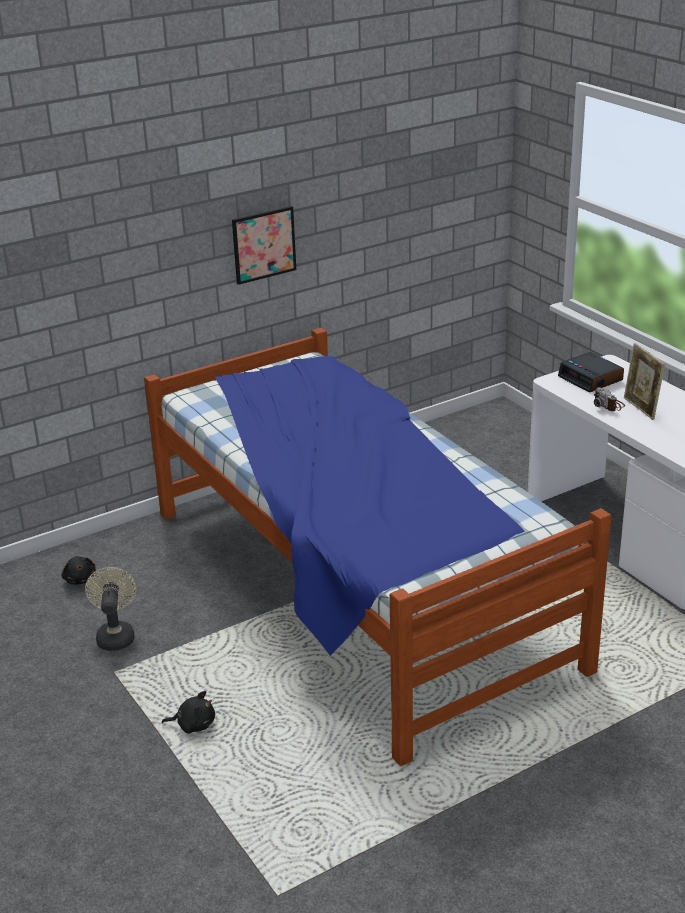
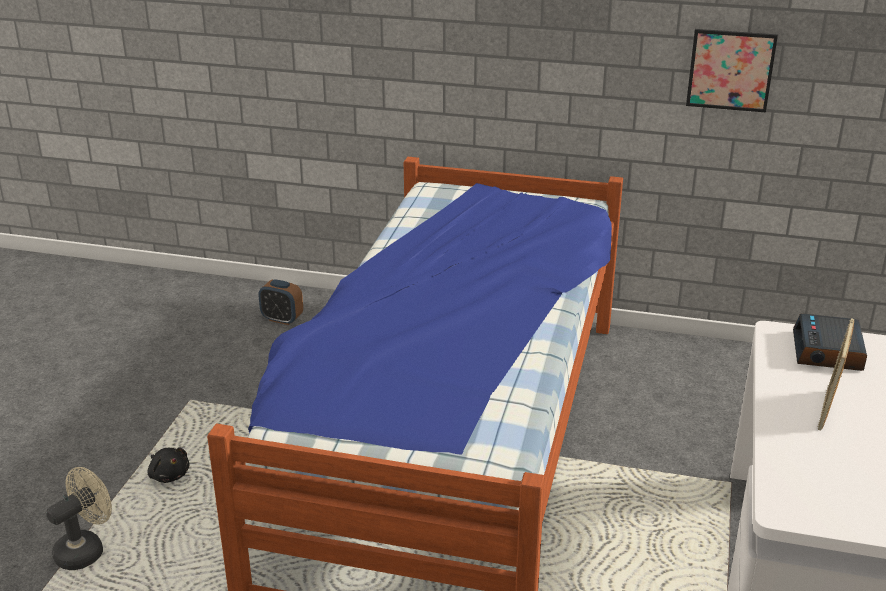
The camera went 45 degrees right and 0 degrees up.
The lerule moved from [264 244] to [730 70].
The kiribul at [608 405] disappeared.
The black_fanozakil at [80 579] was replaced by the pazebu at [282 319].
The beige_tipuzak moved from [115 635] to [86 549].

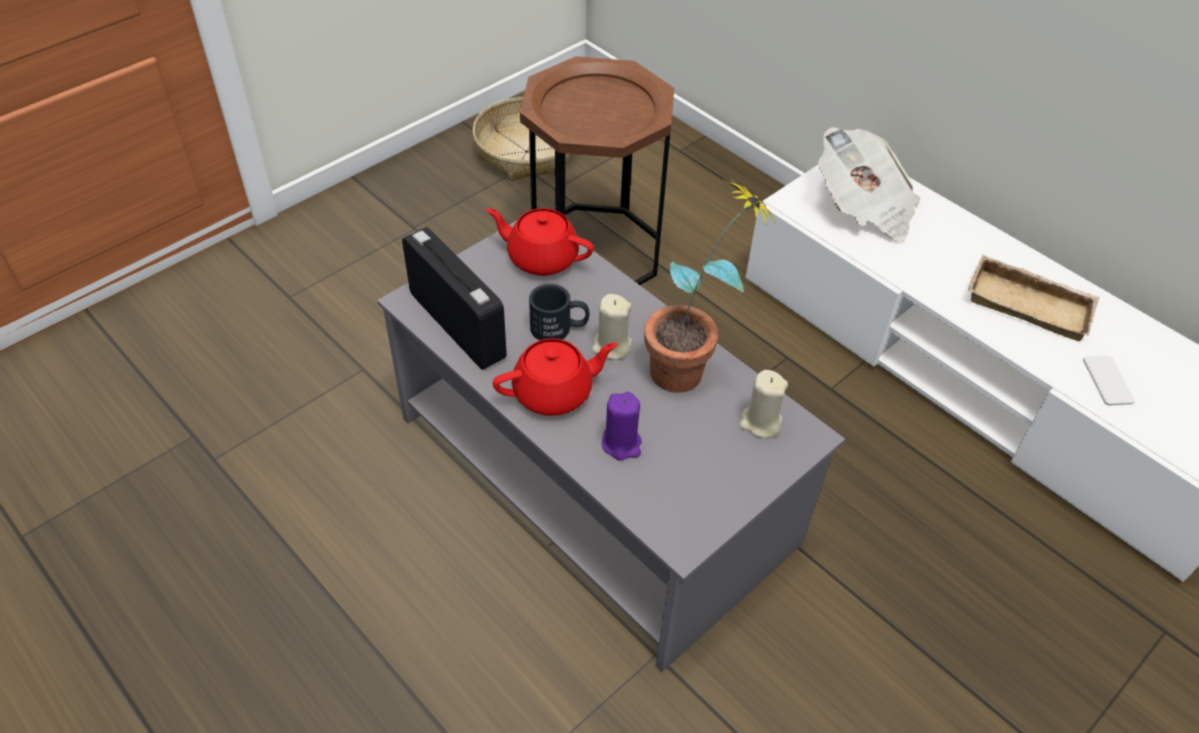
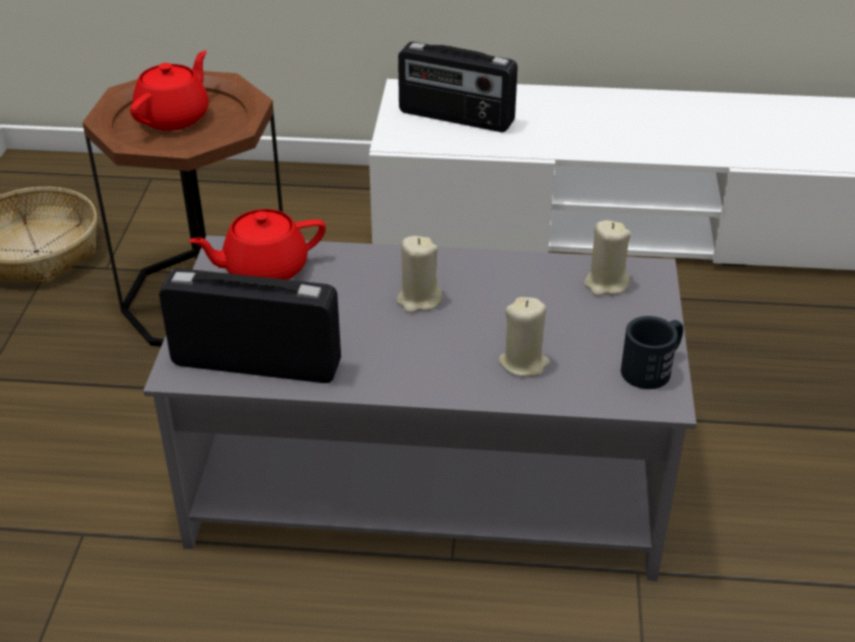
The camera went 40 degrees left and 10 degrees down.
The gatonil at [863 208] was replaced by the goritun at [455 118].
The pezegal at [692 368] disappeared.
The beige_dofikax at [1030 303] disappeared.
The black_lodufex moved from [559 328] to [653 367].
The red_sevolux moved from [554 392] to [174 117].
The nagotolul at [1107 381] disappeared.
The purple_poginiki at [621 443] became the beige_poginiki at [524 363].

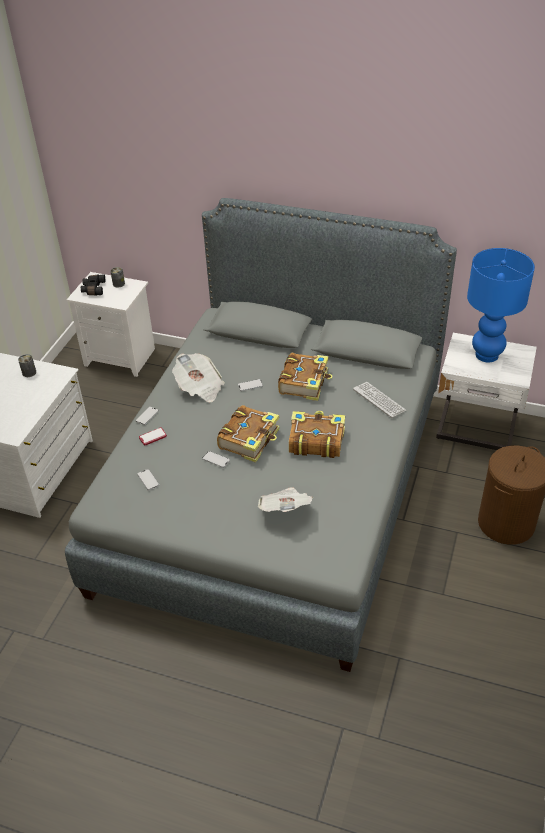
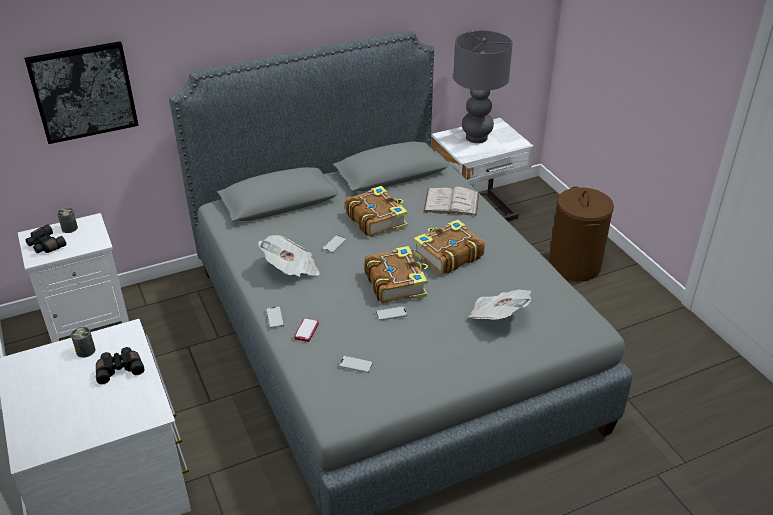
The camera went 45 degrees left and 5 degrees down.
The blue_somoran at [487 355] became the grey_somoran at [476 137].
The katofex at [379 400] was replaced by the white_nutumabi at [451 202].
The lerule at [83 92] appeared.
The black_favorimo at [119 369] appeared.

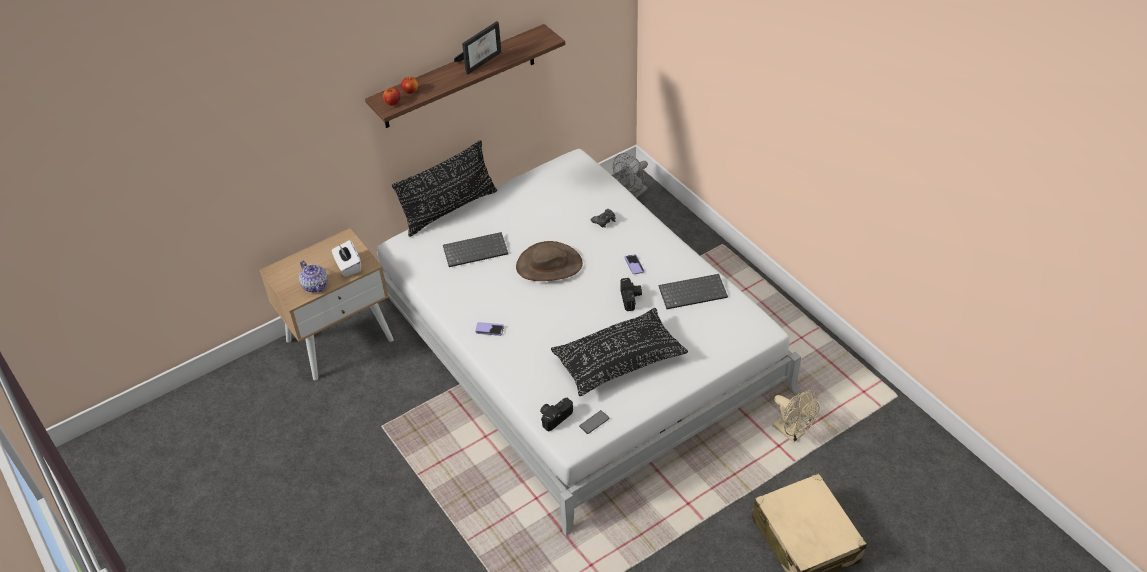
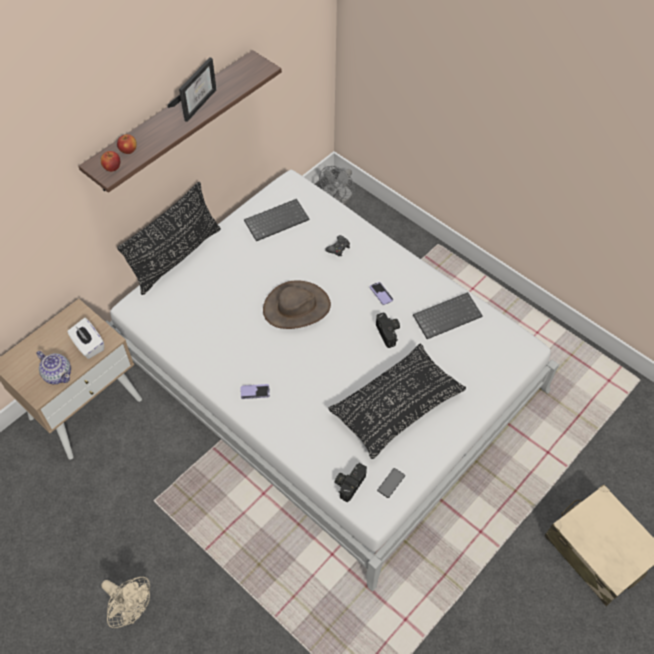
The camera went 15 degrees left and 10 degrees up.
The katofex moved from [476 250] to [277 220].
The beige_tipuzak moved from [792 433] to [132 610].

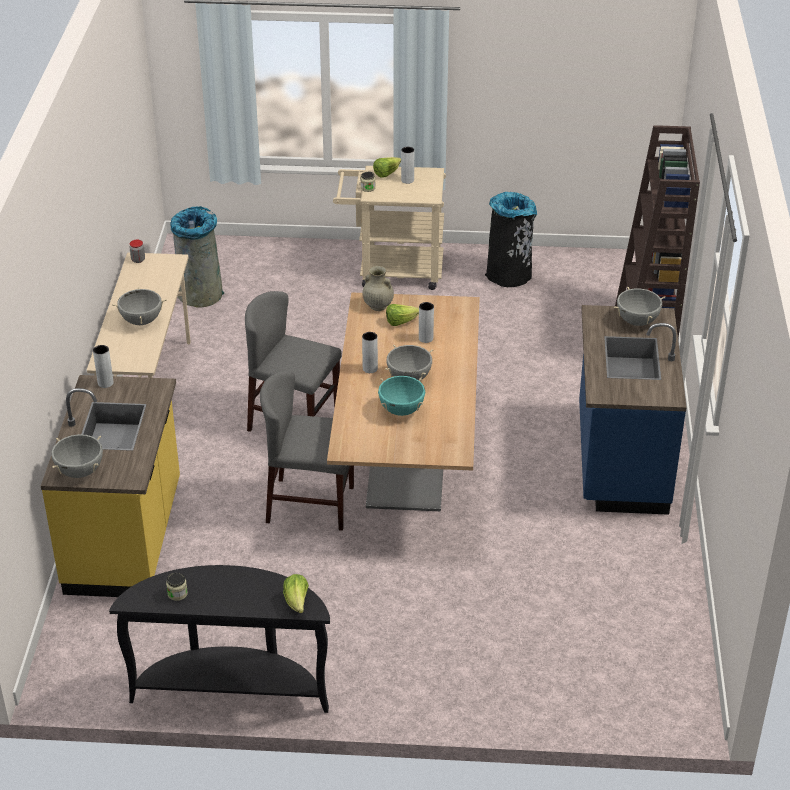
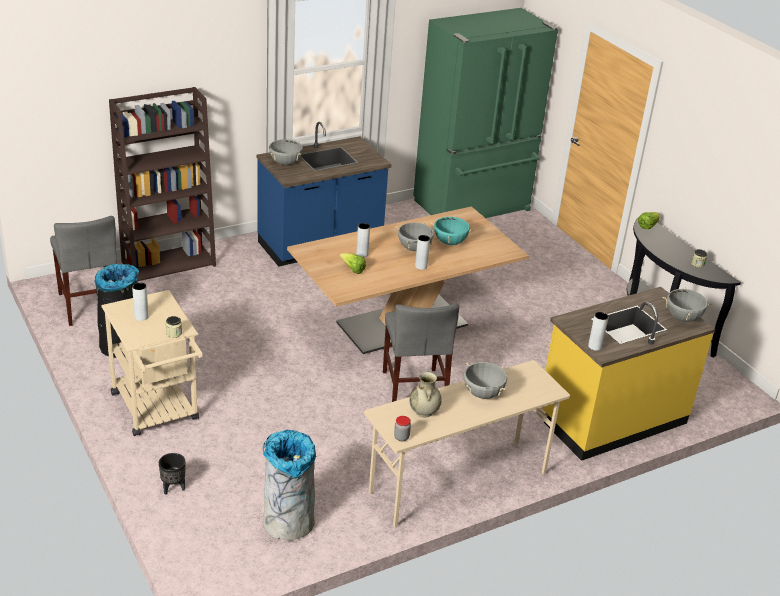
The camera went 125 degrees left and 5 degrees down.
The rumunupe at [386 173] disappeared.
The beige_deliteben moved from [377 306] to [424 412].
The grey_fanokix moved from [310 504] to [89 305].
The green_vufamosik at [473 206] appeared.
The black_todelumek at [173 488] appeared.

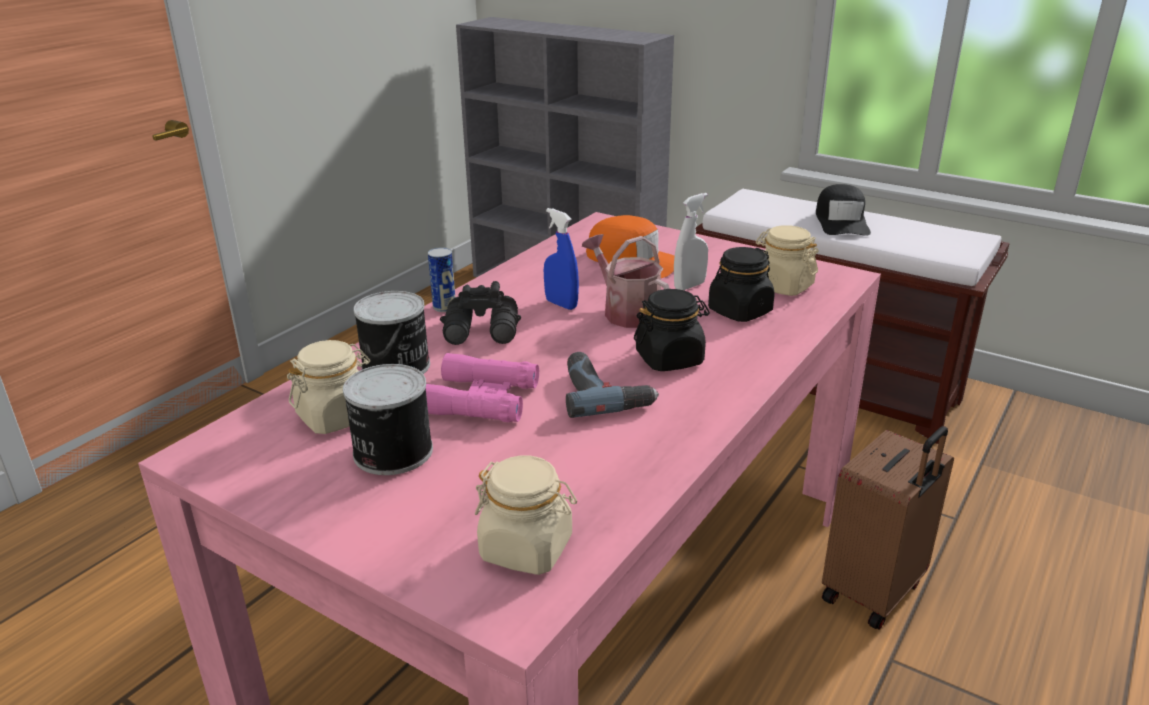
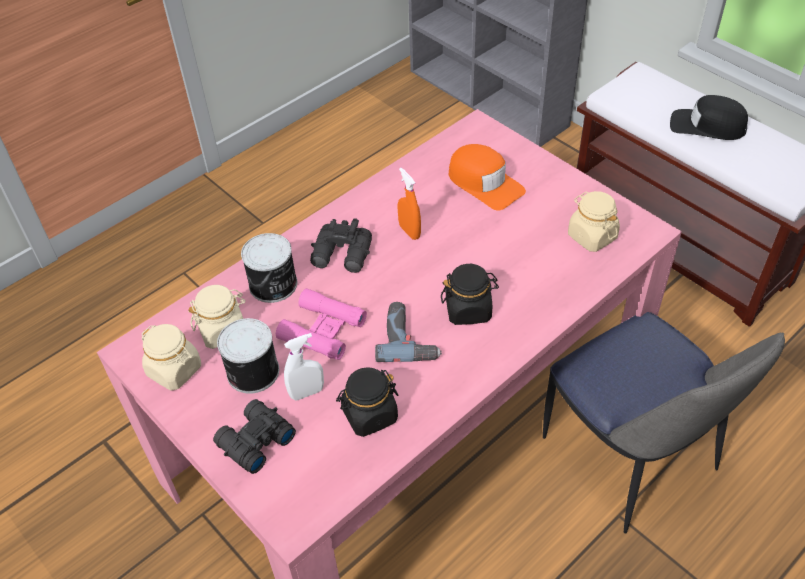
The camera went 15 degrees right and 20 degrees up.
The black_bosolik at [841 222] turned 90 degrees clockwise.
The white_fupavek moved from [689 286] to [307 392].
The blue_fupavek at [561 304] became the orange_fupavek at [409 231].
The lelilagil at [626 312] disappeared.
The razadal at [444 307] disappeared.
The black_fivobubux moved from [739 311] to [369 415].
The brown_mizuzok at [874 593] was replaced by the fanokix at [631 458].
The beige_fivobubux moved from [527 548] to [175 370].
The black_favorimo at [254 441] appeared.

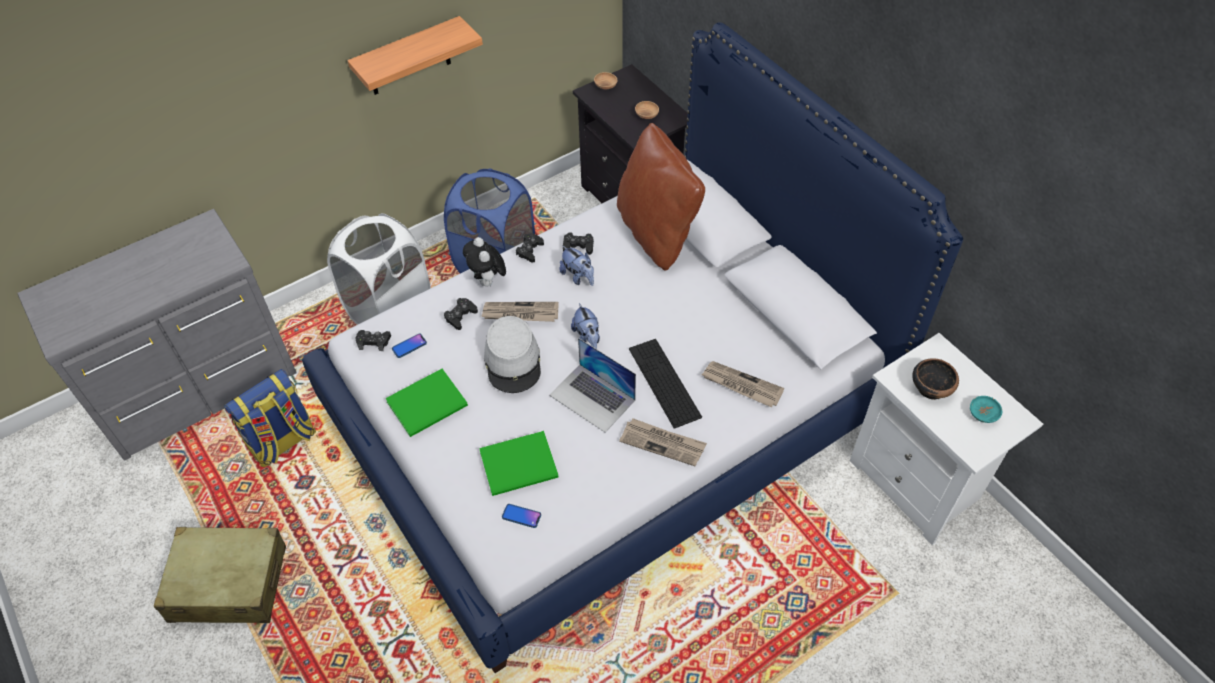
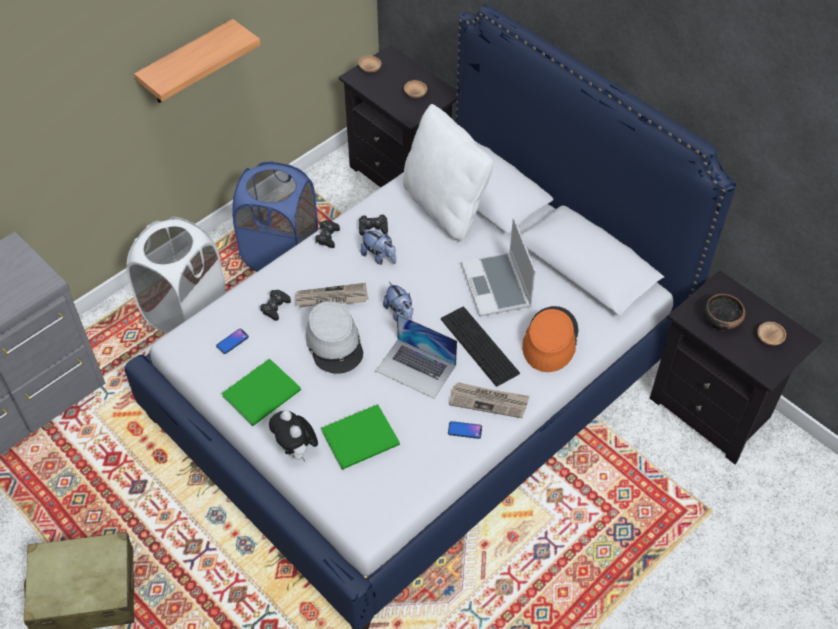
The camera went 10 degrees left and 0 degrees up.
The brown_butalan at [656 233] became the white_butalan at [444 207].
The fanozakil moved from [488 281] to [296 451].
The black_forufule at [374 342] disappeared.
The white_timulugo at [918 482] became the black_timulugo at [714 410].
The gatonil at [741 385] was replaced by the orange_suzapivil at [550 340].
The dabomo at [282 442] disappeared.
The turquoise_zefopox at [983 414] became the brown_zefopox at [769 338].
The nagotolul moved from [521 516] to [465 430].
The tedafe at [497 286] appeared.

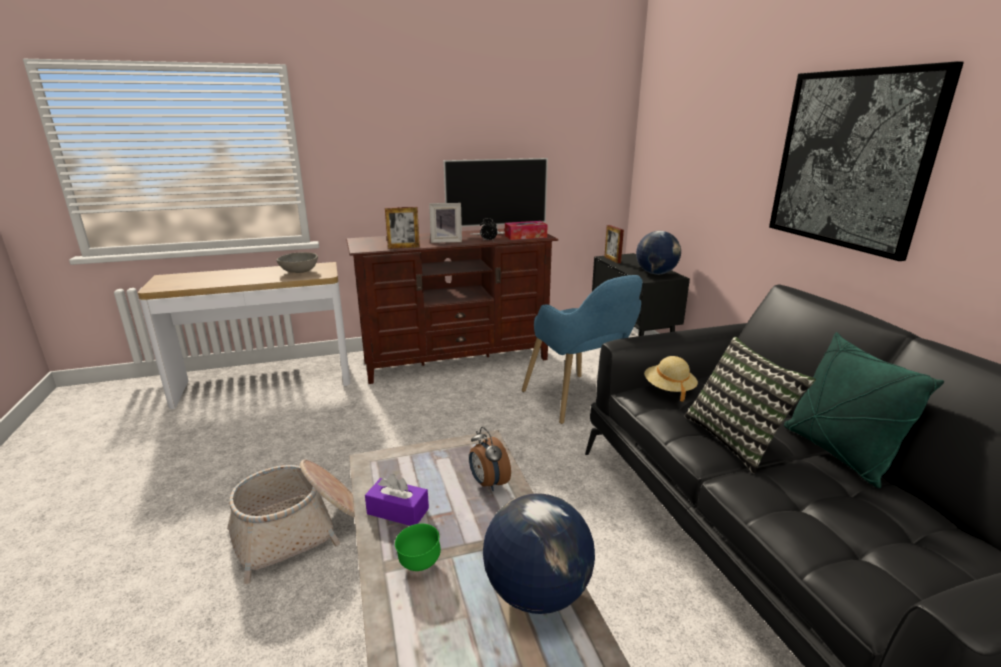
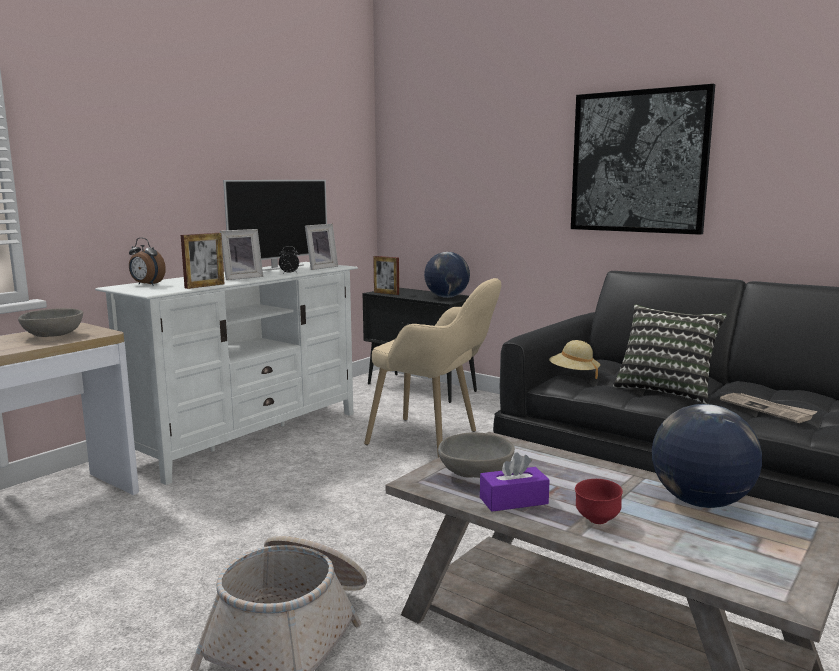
The camera went 35 degrees left and 10 degrees down.
The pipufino at [525 236] was replaced by the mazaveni at [320 268].
The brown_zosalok at [456 360] became the white_zosalok at [249 437].
The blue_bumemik at [579 404] became the beige_bumemik at [435 440].
The green_butalan at [837 453] disappeared.
The pazebu moved from [488 483] to [147 284].
The green_zefopox at [419 564] became the red_zefopox at [596 521].
The gatonil at [767 409] appeared.
The grey_zefopox at [474 474] appeared.

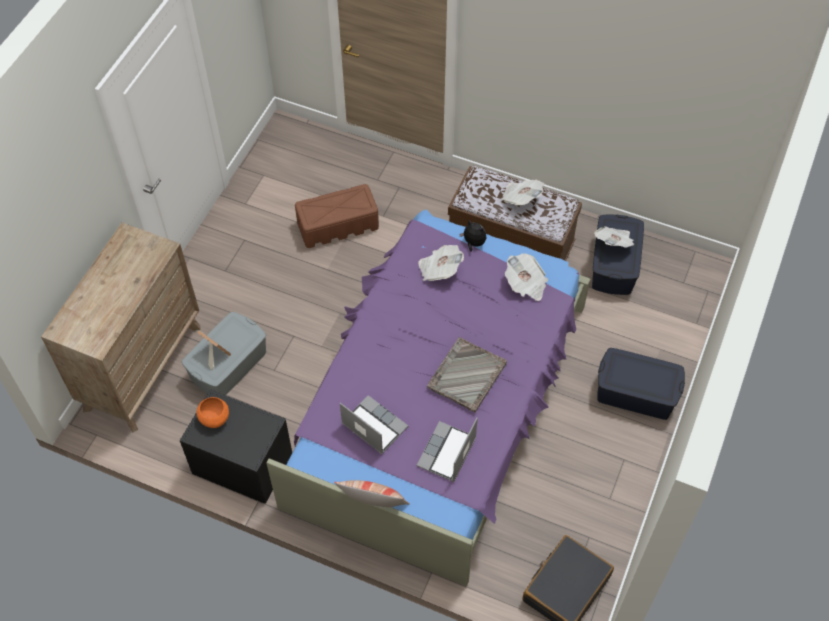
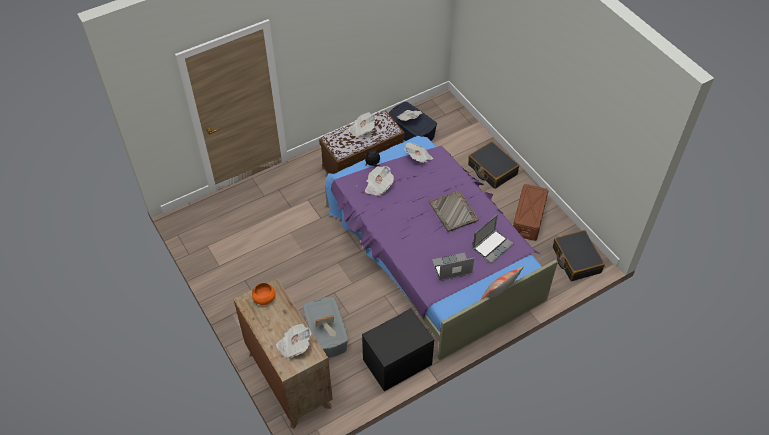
The camera went 55 degrees left and 5 degrees down.
The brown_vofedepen moved from [337 225] to [528 219].
The blue_vofedepen at [636 394] was replaced by the black_mizuzok at [492 170].
The orange_zefopox moved from [214 418] to [264 299].
The tedafe at [447 453] turned 105 degrees counterclockwise.
The gatonil at [294 346] appeared.

